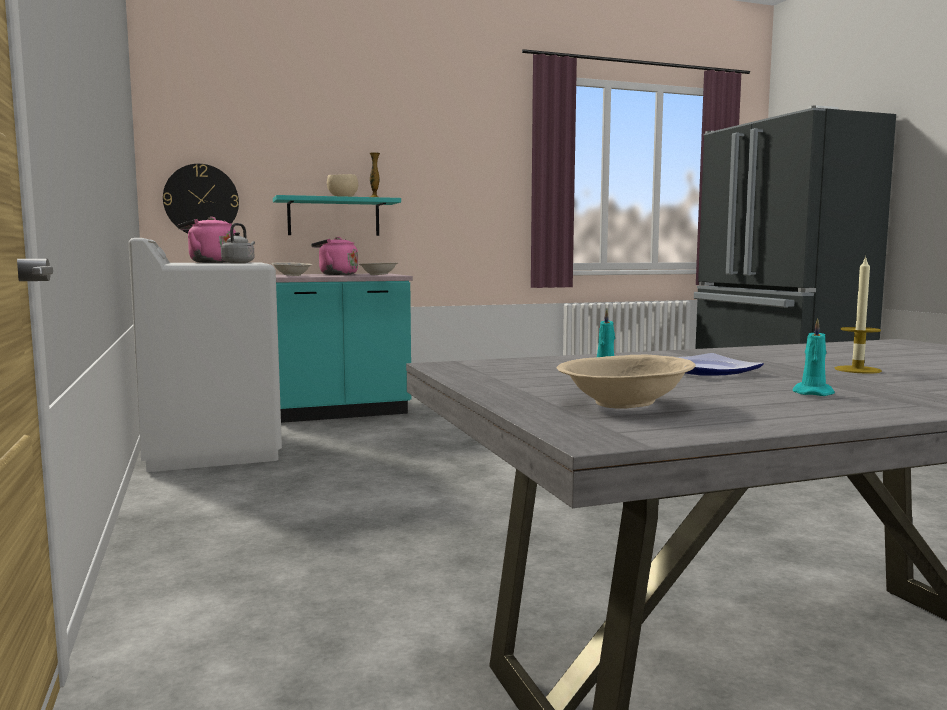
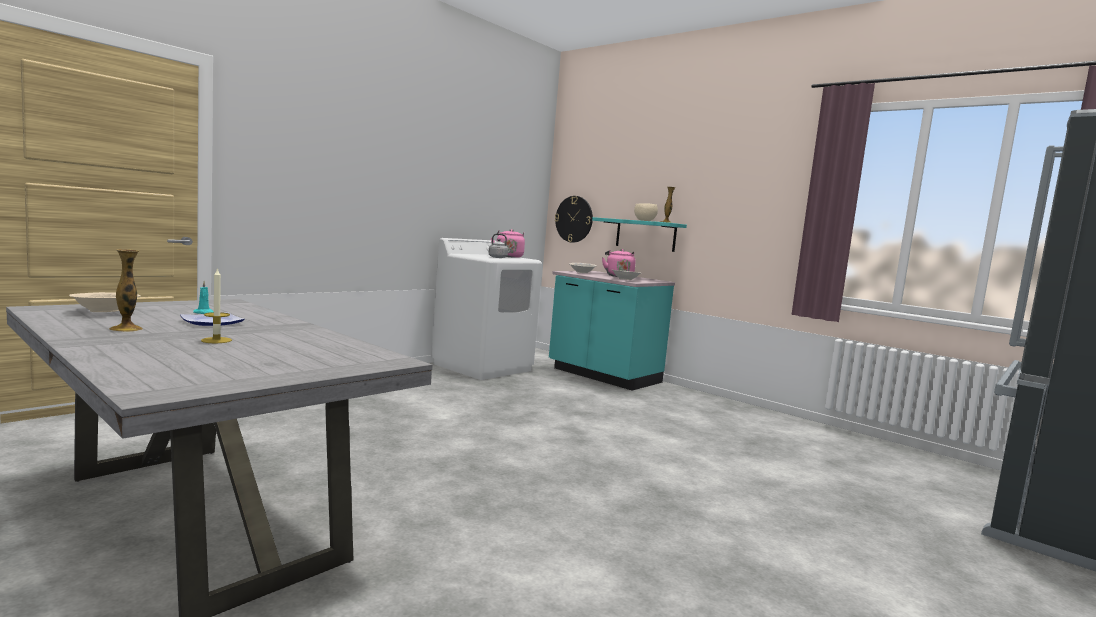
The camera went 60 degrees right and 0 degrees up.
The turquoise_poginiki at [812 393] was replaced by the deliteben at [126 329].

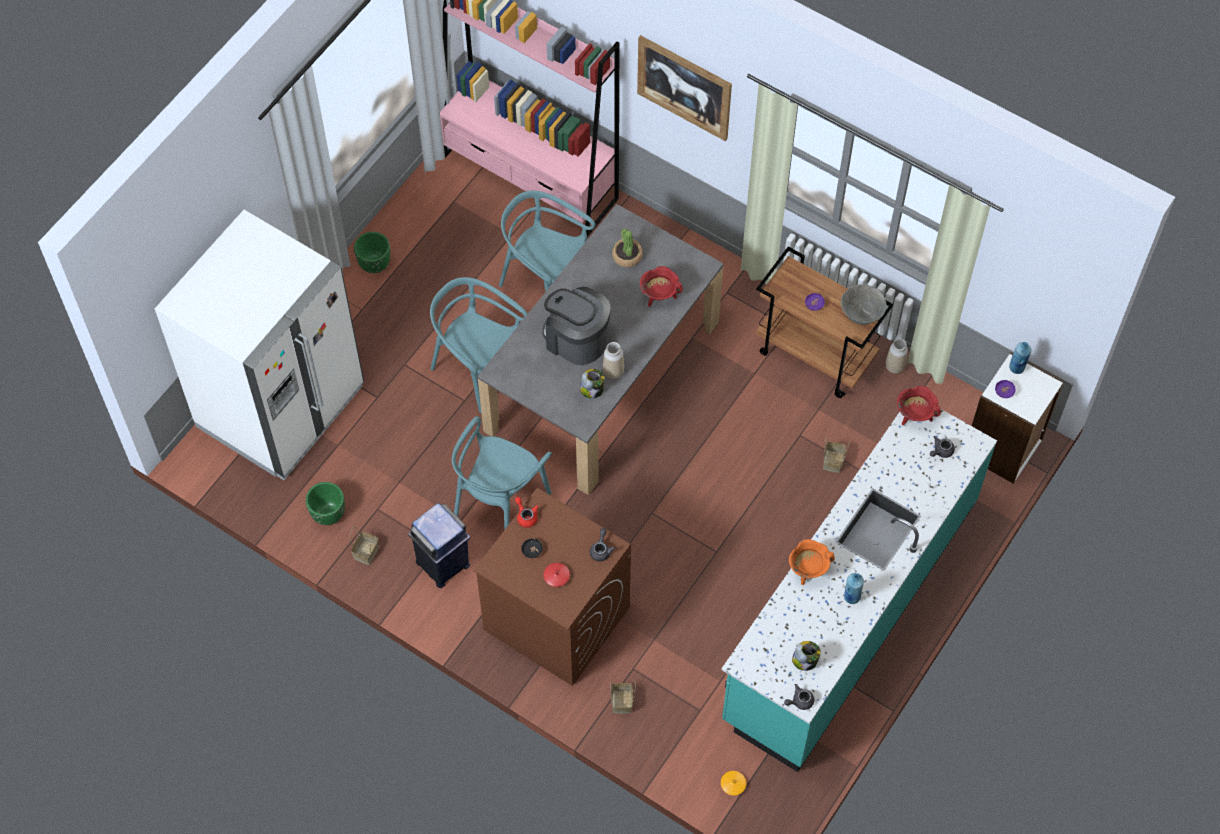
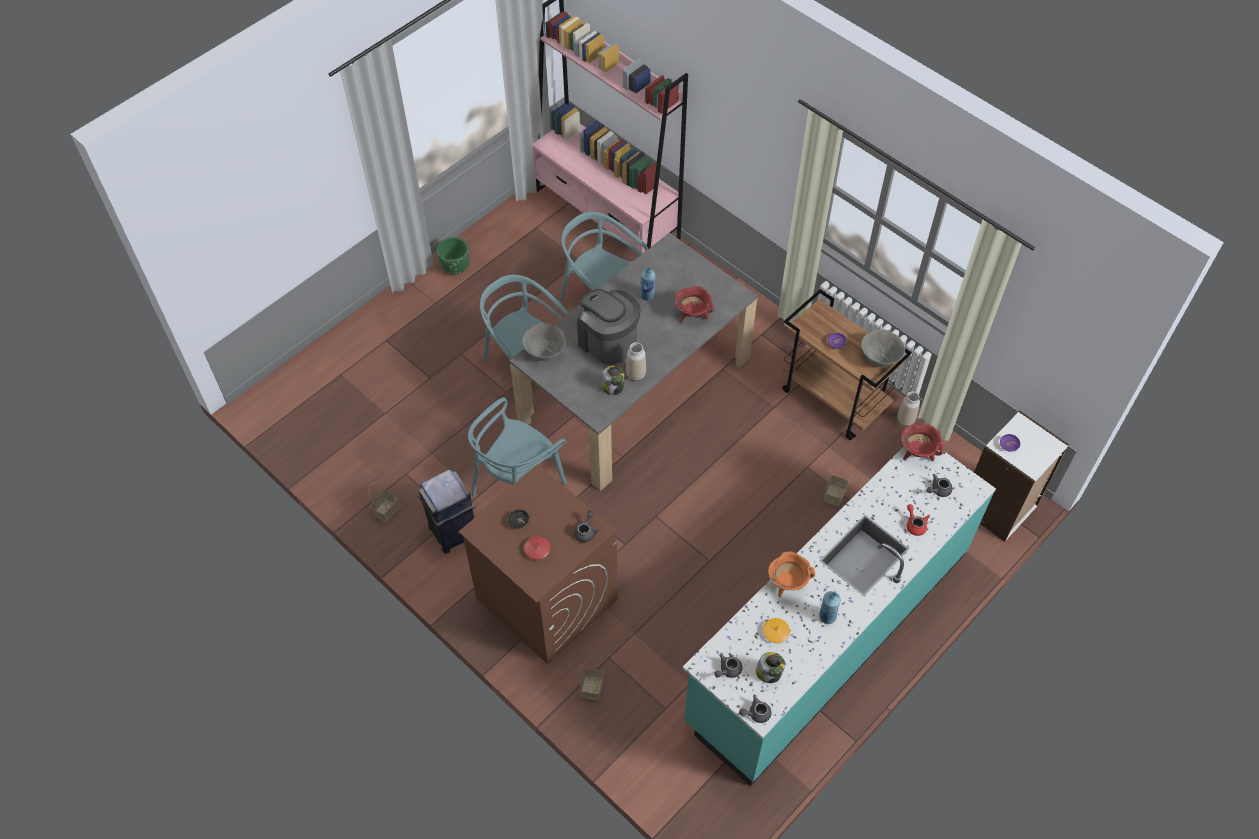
The camera went 10 degrees right and 5 degrees down.
The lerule at [684 87] disappeared.
The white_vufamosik at [281 407] disappeared.
The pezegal at [627 256] disappeared.
The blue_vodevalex moved from [1017 367] to [647 296].
The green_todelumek at [328 514] disappeared.
The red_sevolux moved from [526 516] to [915 524].
The orange_deliteben moved from [733 784] to [775 632].
The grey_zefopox at [545 353] appeared.
The grey_sevolux at [728 670] appeared.

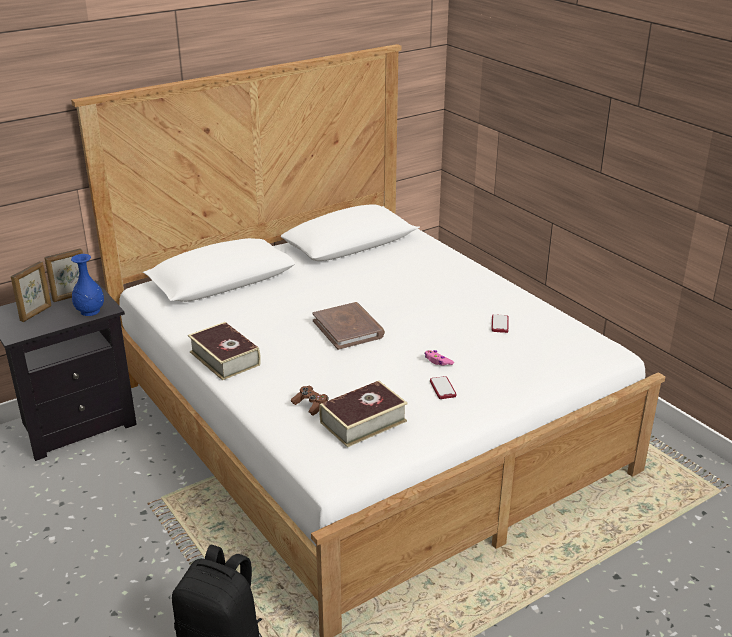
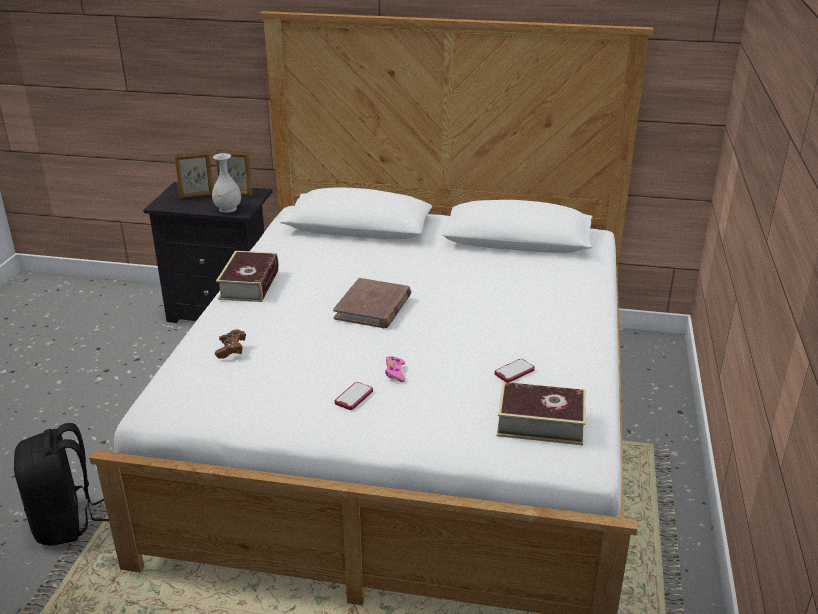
The camera went 45 degrees right and 0 degrees up.
The blue_deliteben at [90 311] became the white_deliteben at [227 209].
The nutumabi moved from [363 421] to [540 422].

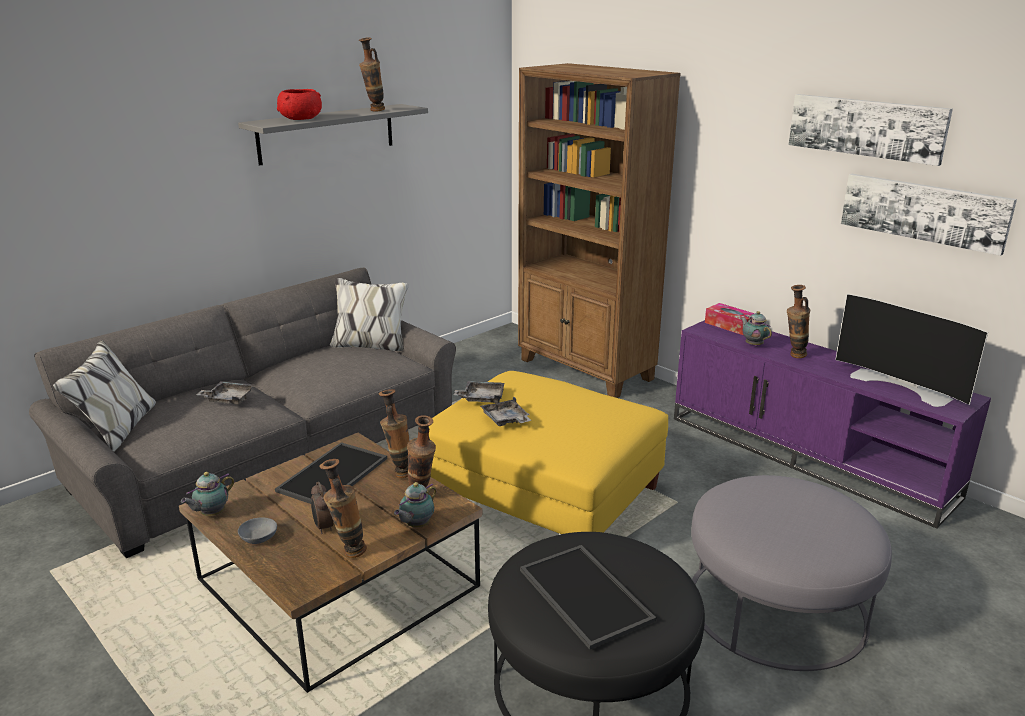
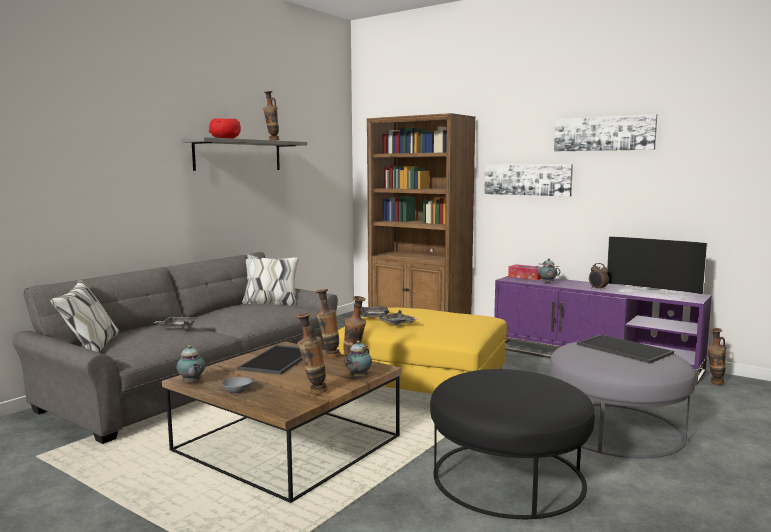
The camera went 10 degrees left and 15 degrees down.
The lerule moved from [924 211] to [527 179].
The deliteben moved from [793 356] to [714 383].
The sevolux at [211 514] turned 60 degrees counterclockwise.
The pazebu moved from [323 527] to [597 289].
The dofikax moved from [582 594] to [622 349].

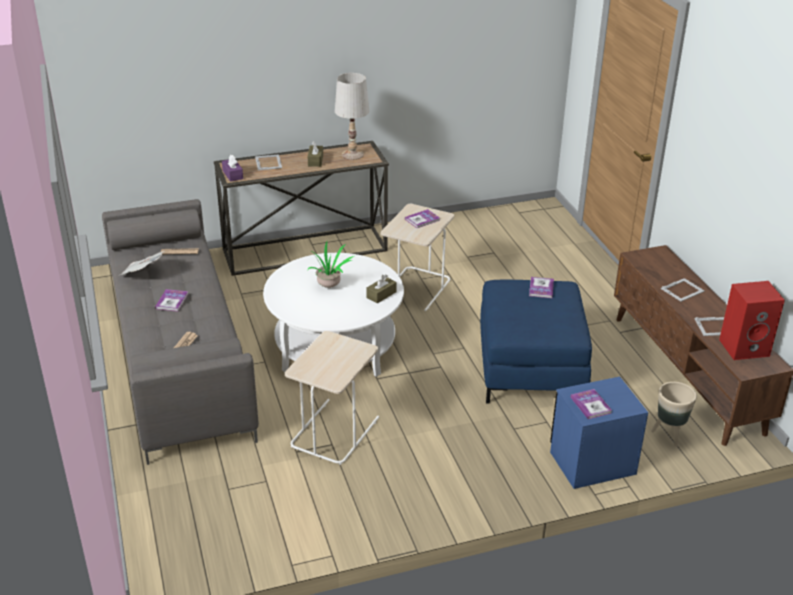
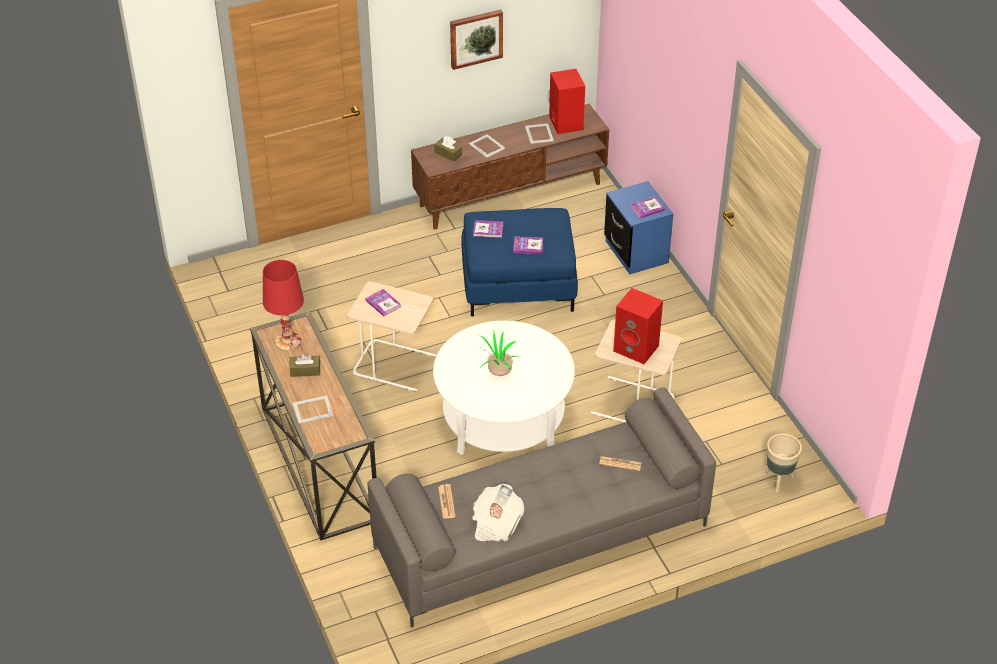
The camera went 95 degrees left and 10 degrees up.
The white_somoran at [352 155] became the red_somoran at [288 341].
The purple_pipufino at [232 175] disappeared.
The brown_pipufino moved from [381 295] to [448 154].
The nutumabi moved from [172 301] to [528 246].
The beige_todelumek moved from [668 435] to [778 480].
The lerule at [475 38] appeared.
The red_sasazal at [637 348] appeared.

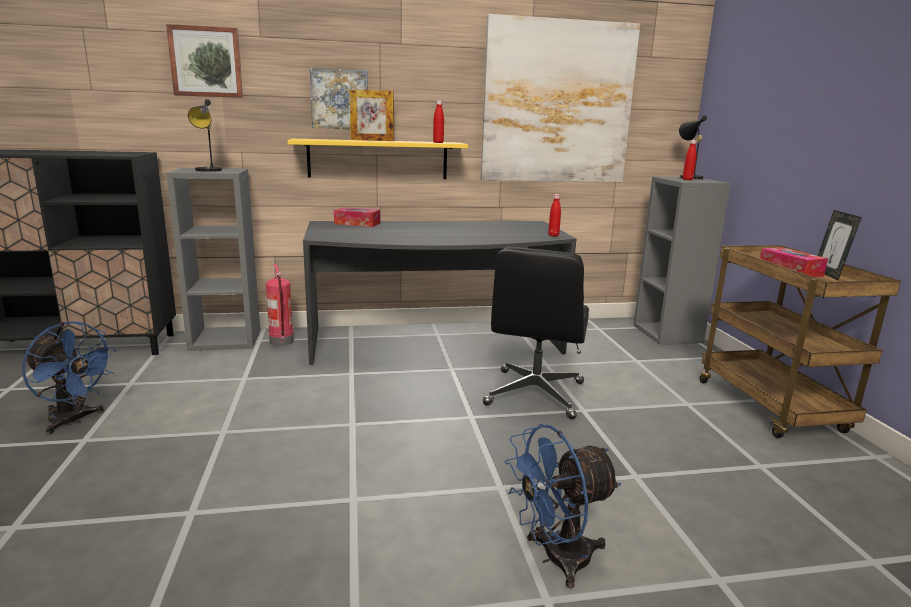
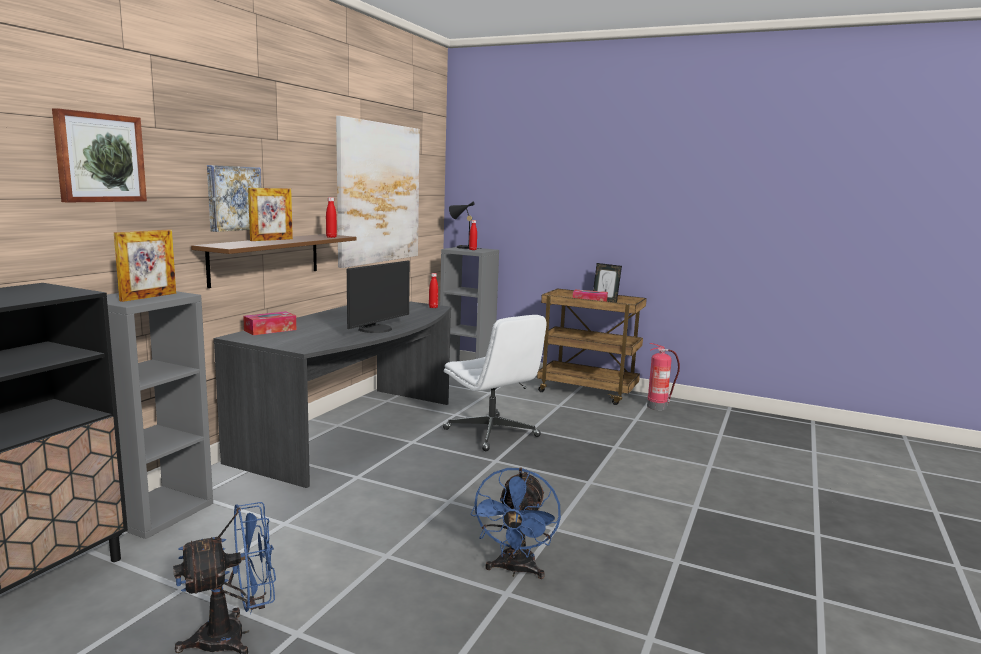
The camera went 55 degrees left and 5 degrees down.
The black_somoran at [208 170] was replaced by the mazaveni at [148 297].
The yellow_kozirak at [378 159] became the brown_kozirak at [266 258].
The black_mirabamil at [535 394] became the white_mirabamil at [492 433].
The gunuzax moved from [282 342] to [658 406].
The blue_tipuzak moved from [555 559] to [515 570].
The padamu at [376 329] appeared.

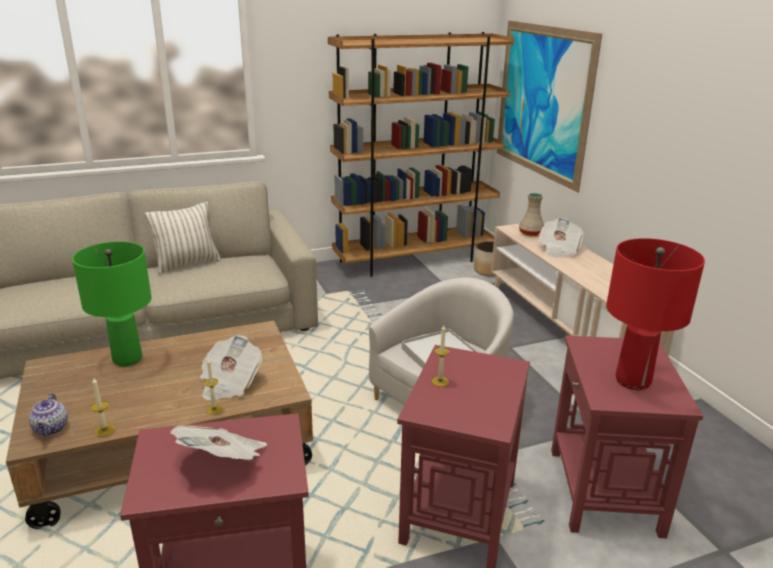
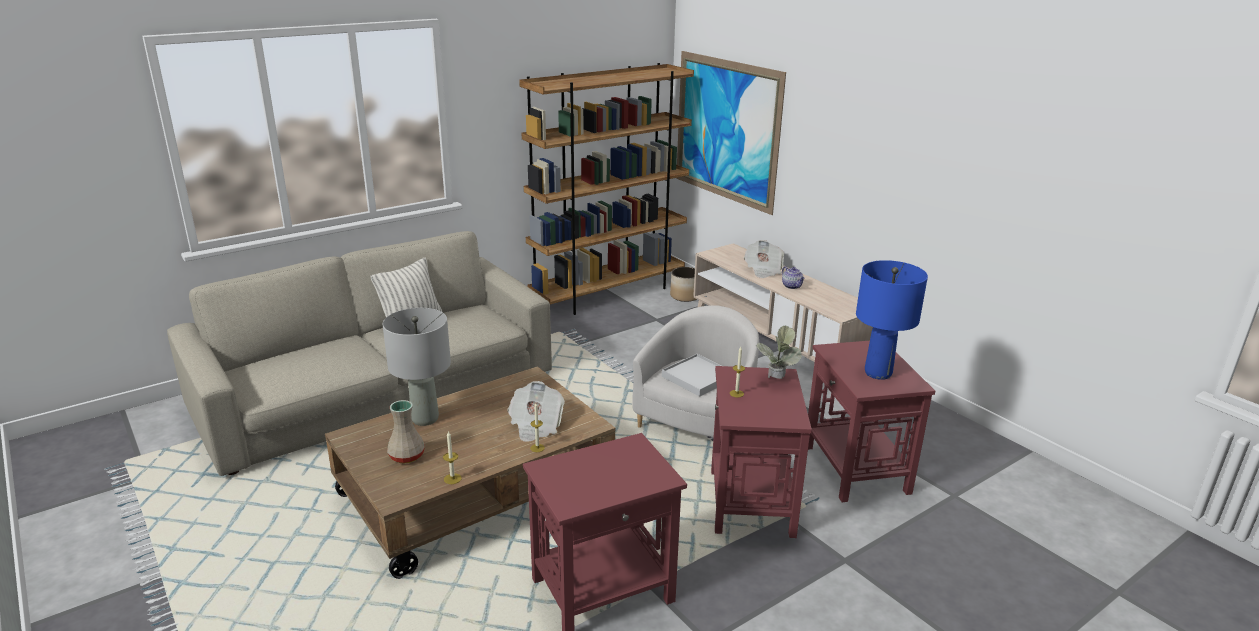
The camera went 15 degrees left and 0 degrees up.
The beige_deliteben moved from [530 234] to [406 457].
The red_somoran at [632 381] became the blue_somoran at [877 373].
The green_somoran at [127 359] became the grey_somoran at [424 419].
The sevolux moved from [51 429] to [792 286].
The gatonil at [224 460] disappeared.
The pezegal at [776 381] appeared.

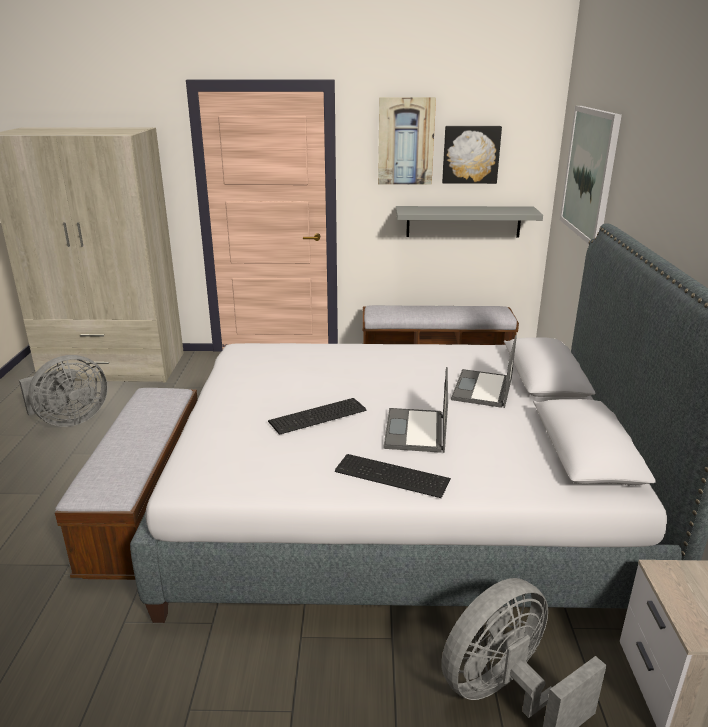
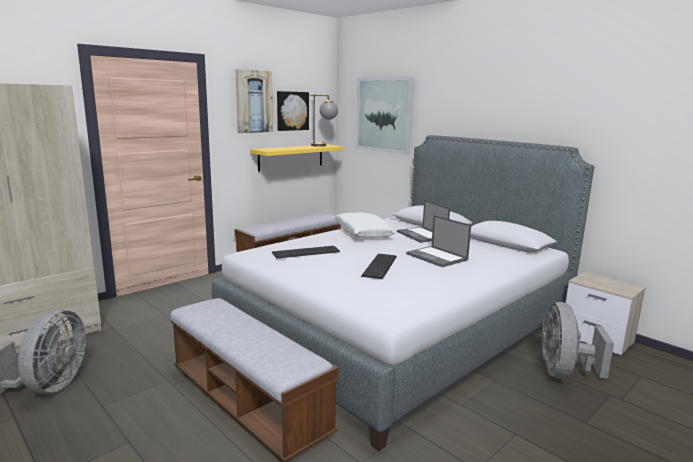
The camera went 45 degrees left and 10 degrees down.
The grey_kozirak at [463 221] became the yellow_kozirak at [291 157].
The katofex moved from [392 477] to [307 252].
The somoran at [324 146] appeared.
The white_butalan at [362 232] appeared.

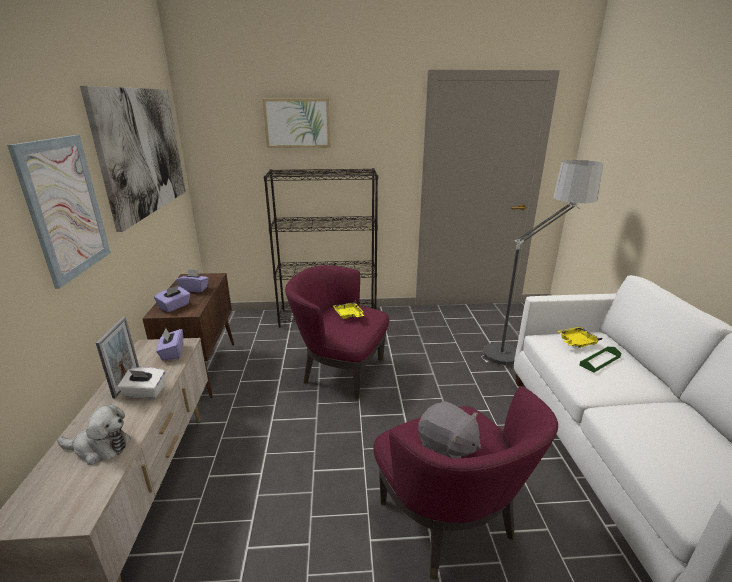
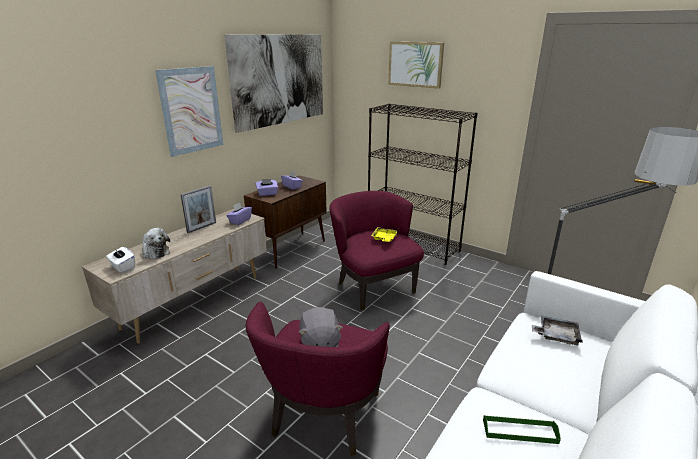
The camera went 40 degrees right and 0 degrees up.
The yellow_dofikax at [576 342] became the grey_dofikax at [556 335].
The green_dofikax moved from [600 361] to [519 431].
The white_pipufino moved from [145 393] to [122 267].

